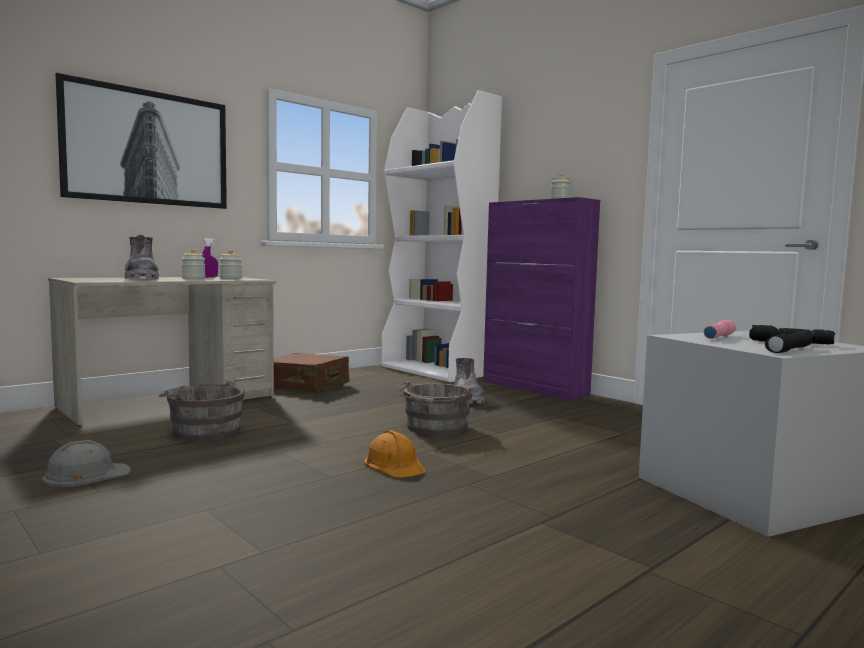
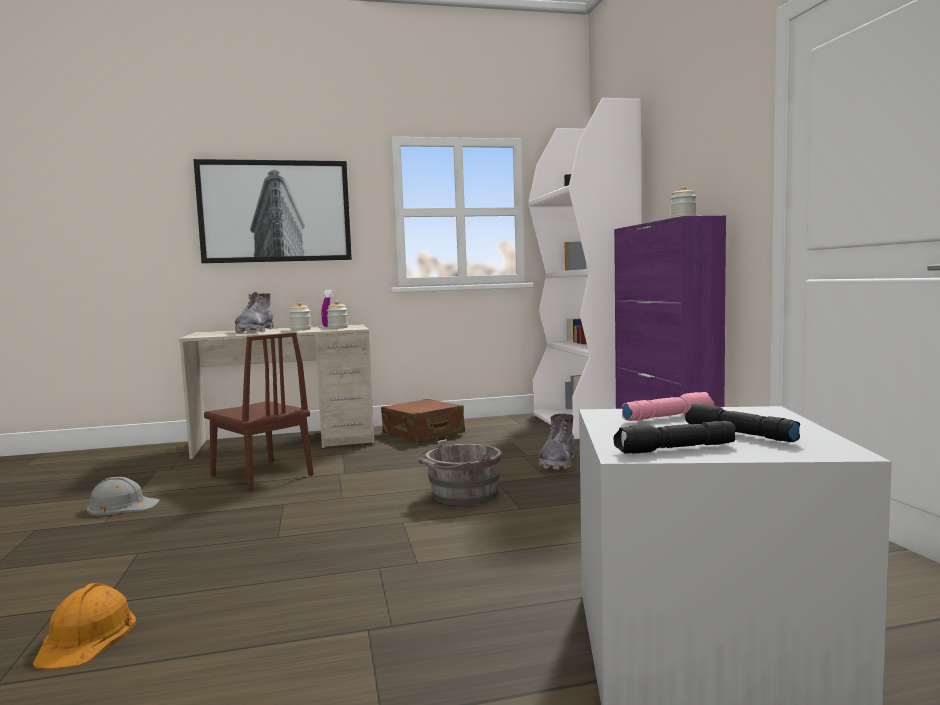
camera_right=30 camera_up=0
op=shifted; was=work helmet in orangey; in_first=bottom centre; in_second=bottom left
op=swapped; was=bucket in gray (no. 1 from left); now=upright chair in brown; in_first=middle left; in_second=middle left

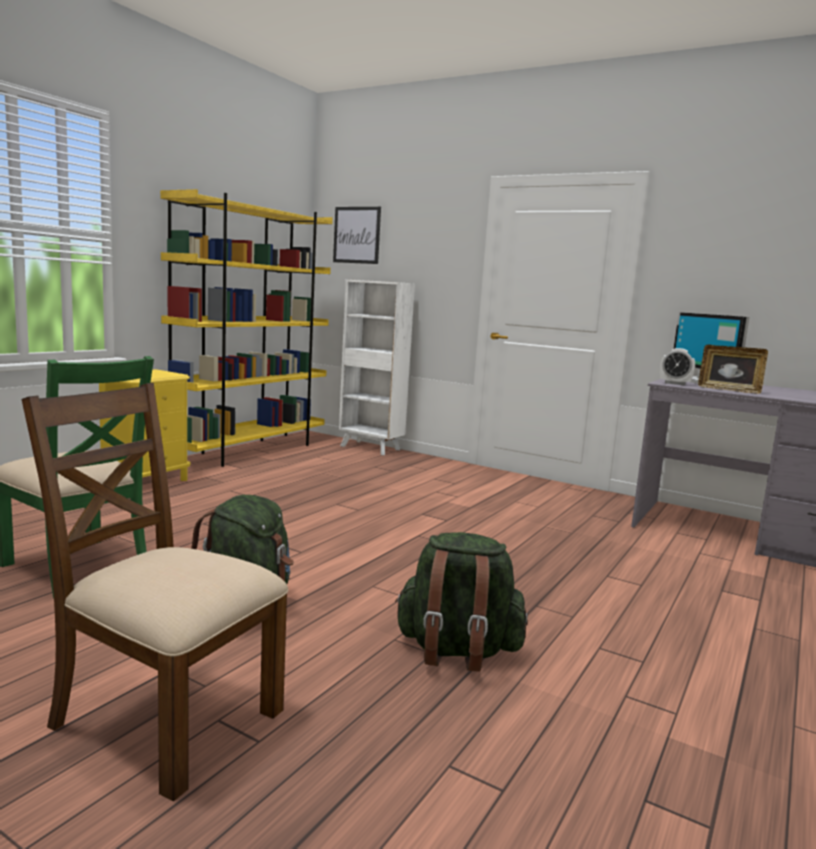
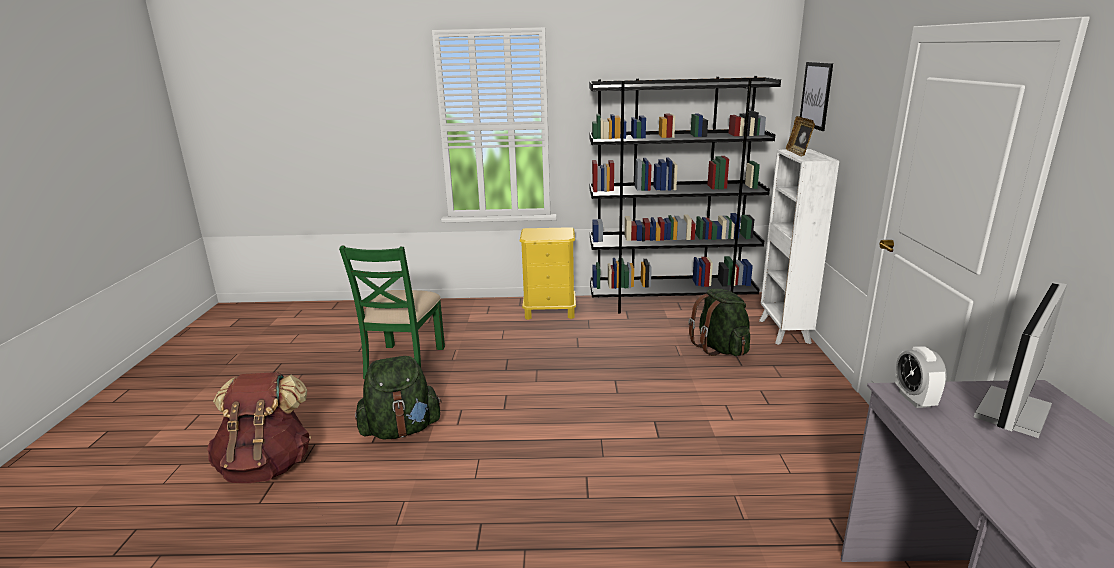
camera_right=60 camera_up=10
op=shifted; was=backpack in green-coloured (no. 2 from left); in_first=bottom centre; in_second=centre
op=shifted; was=photo frame; in_first=middle right; in_second=top right
op=swapped; was=upright chair in brown; now=backpack in brown; in_first=bottom left; in_second=bottom left
op=repainted; was=bookcase in yellowish; now=bookcase in black; in_first=middle left; in_second=centre

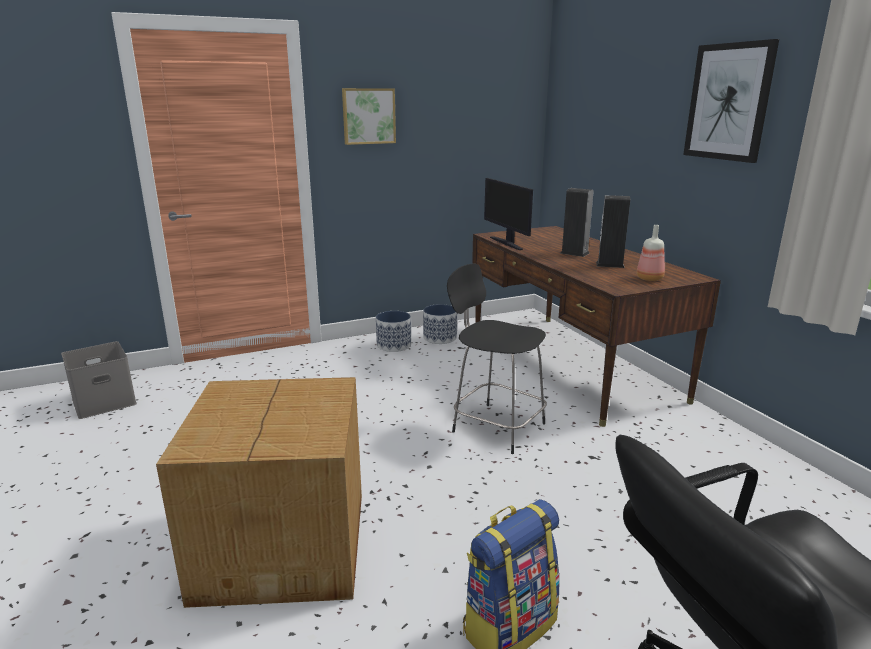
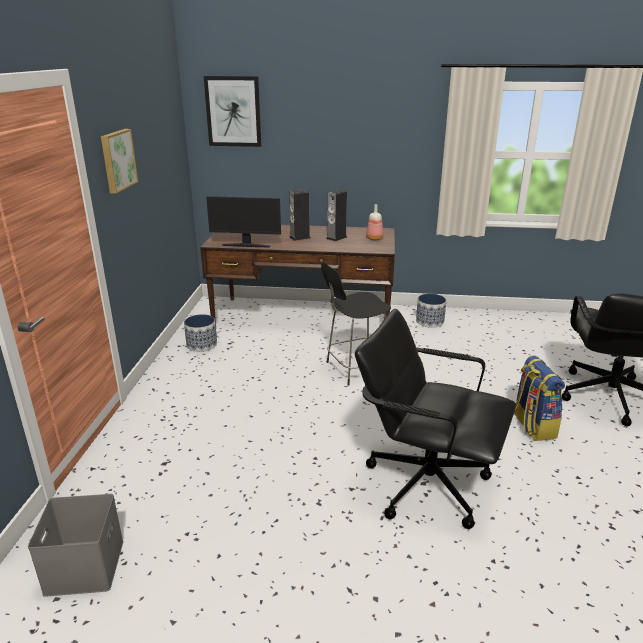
camera_right=-60 camera_up=5
op=shifted; was=planter (no. 1 from left in the first image); now=planter (no. 2 from left); in_first=centre; in_second=middle right
op=shifted; was=wall picture (no. 2 from left); in_first=top right; in_second=top centre
op=swapped; was=packing box; now=desk chair in black (no. 1 from left); in_first=bottom left; in_second=middle right

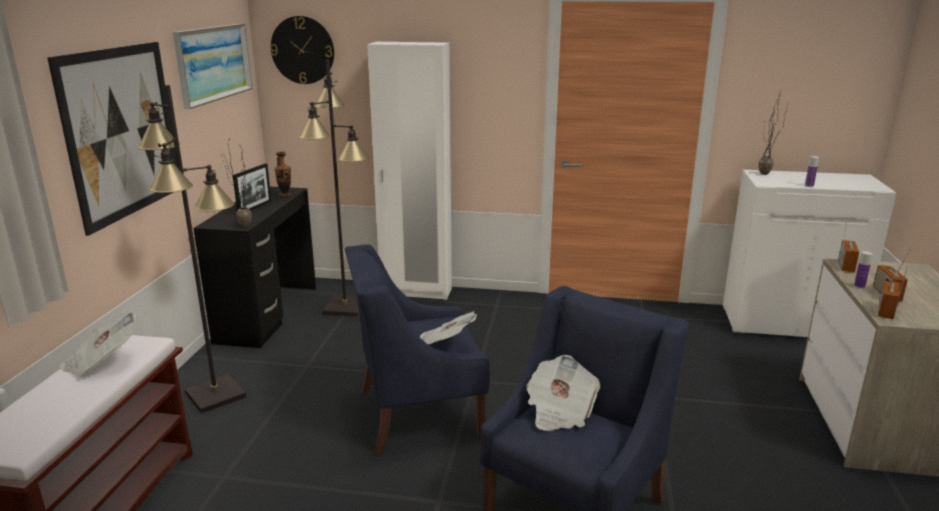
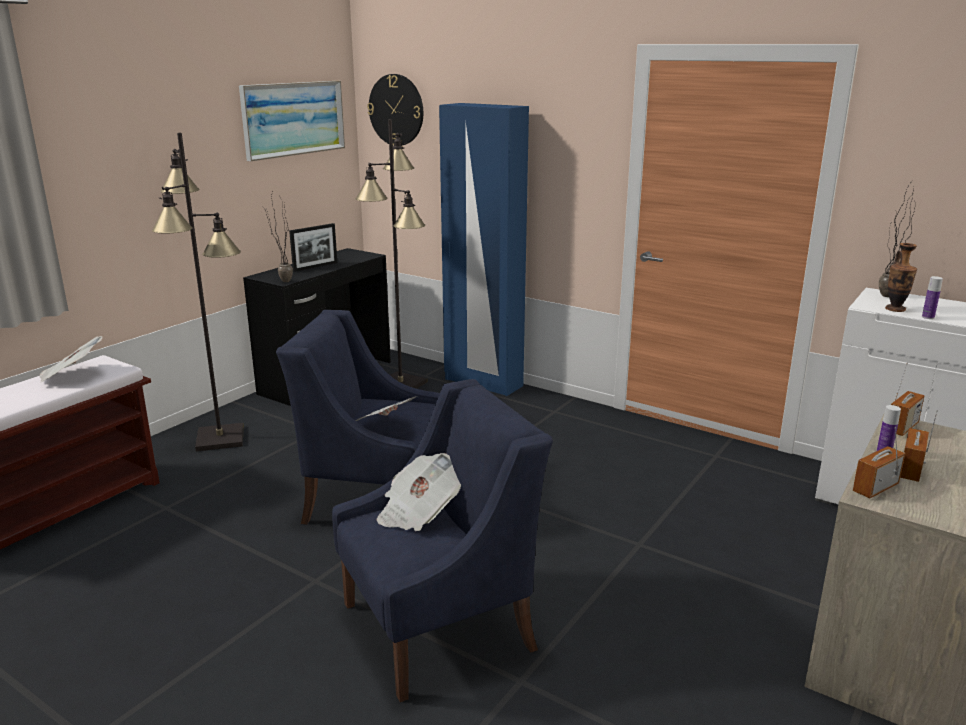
camera_right=25 camera_up=0
op=gone; was=wall picture (no. 1 from left); in_first=top left
op=shifted; was=decorative vase; in_first=middle left; in_second=middle right
op=repainted; was=wardrobe in white; now=wardrobe in blue; in_first=centre; in_second=centre

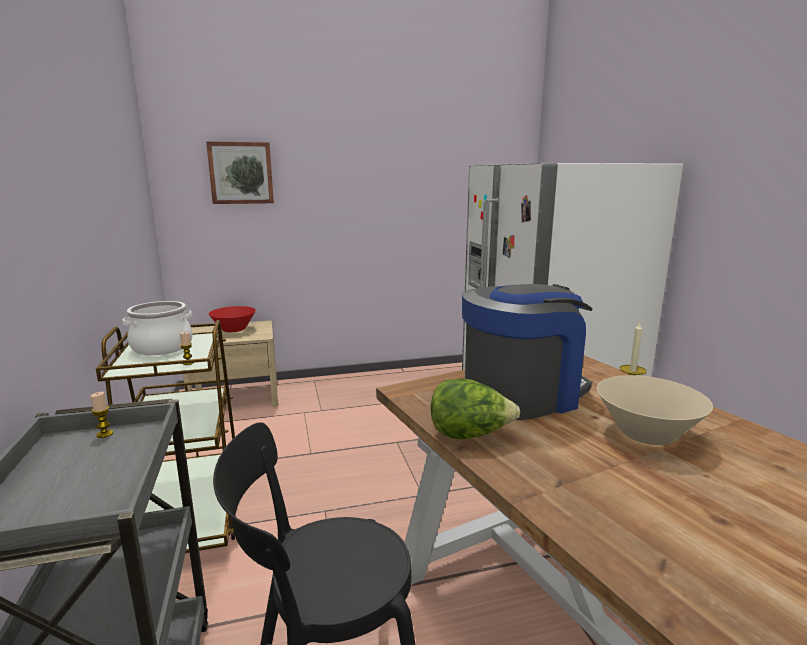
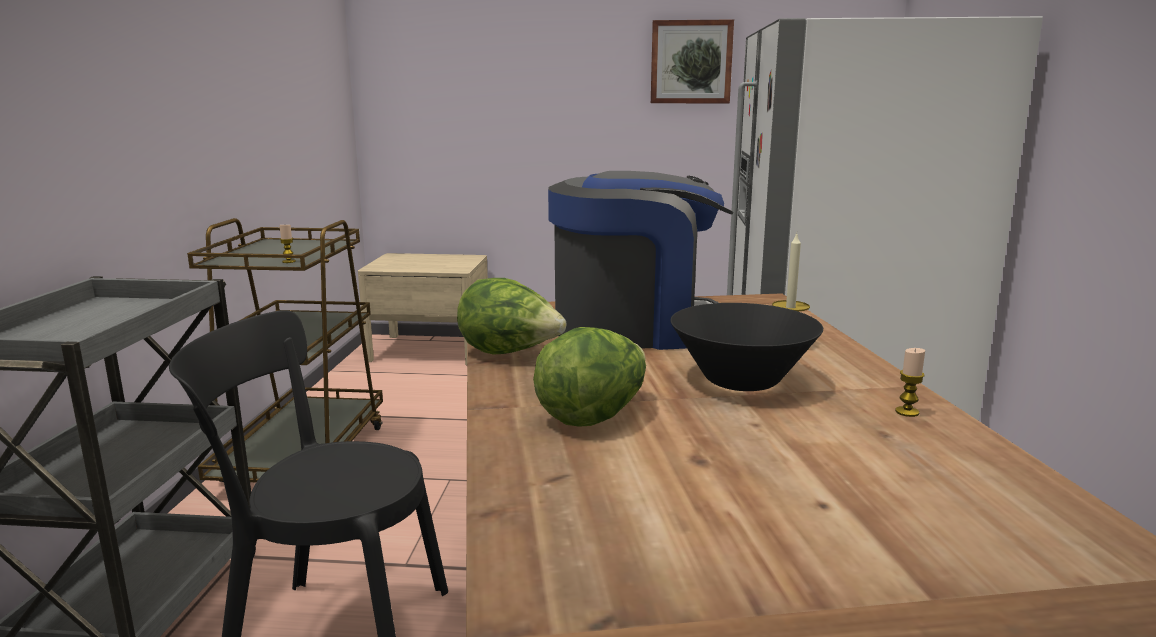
camera_right=20 camera_up=0
op=gone; was=saucepot; in_first=middle left
op=gone; was=serving bowl in red; in_first=middle left
op=new; now=head of lettuce (no. 2 from left); in_second=centre
op=shifted; was=wax candle (no. 1 from left in the first image); now=wax candle (no. 3 from left); in_first=middle left; in_second=middle right
op=shifted; was=wall picture; in_first=top left; in_second=top centre
op=repainted; was=serving bowl in sand-coloured; now=serving bowl in black; in_first=middle right; in_second=centre

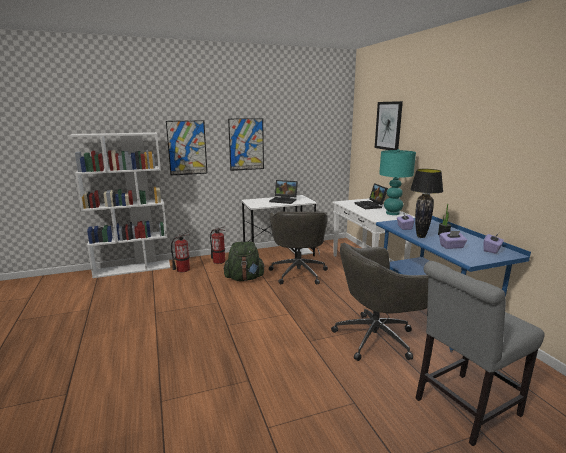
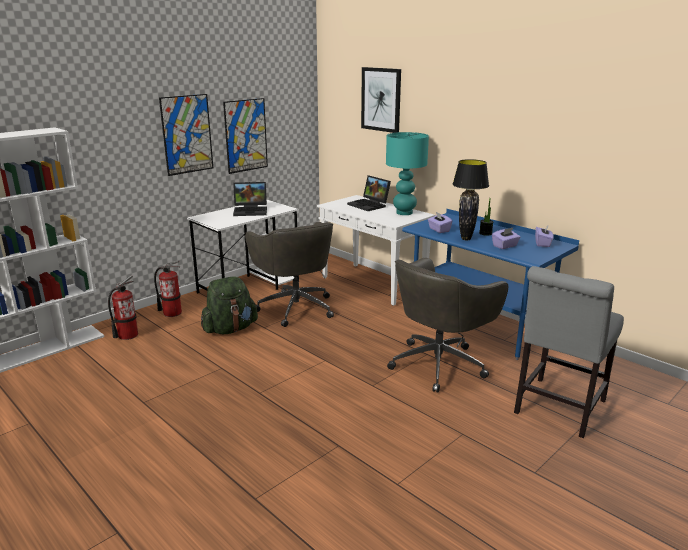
camera_right=-25 camera_up=5
op=shifted; was=wall picture (no. 1 from left in the first image); now=wall picture (no. 2 from left); in_first=top left; in_second=top centre

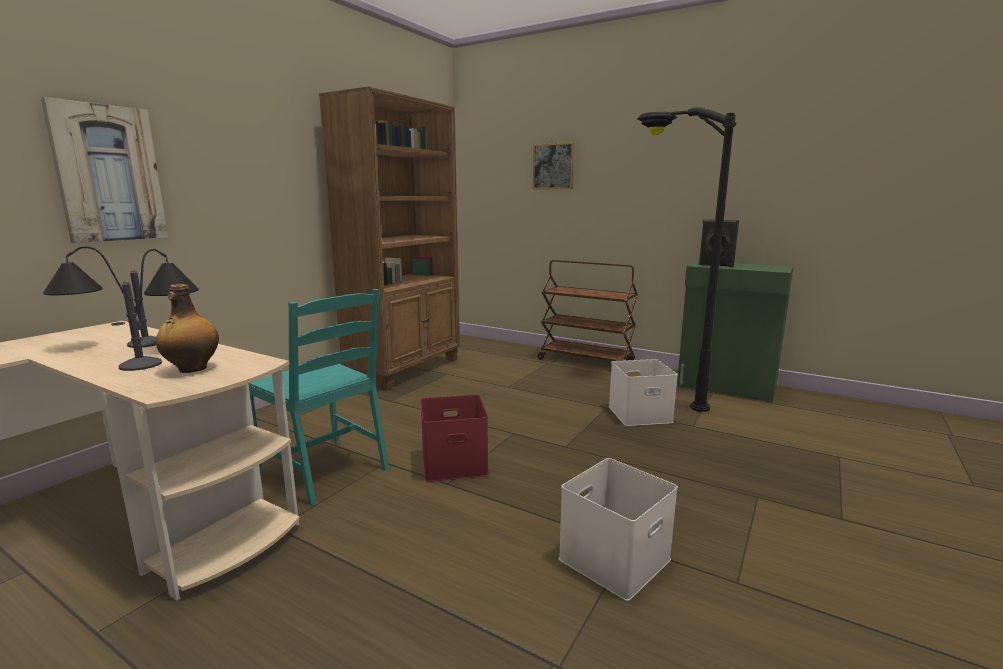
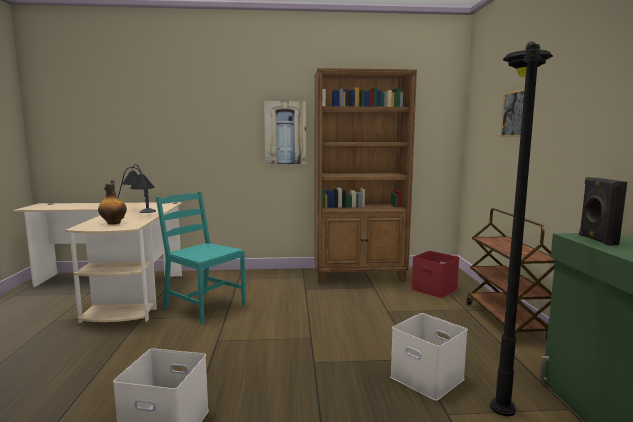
camera_right=55 camera_up=-5
op=shifted; was=wall picture (no. 1 from left); in_first=top left; in_second=top centre
op=shifted; was=storage bin in red; in_first=centre; in_second=middle right
op=rotated; was=upright chair in turquoise; in_first=middle left; in_second=middle left; clockwise=120

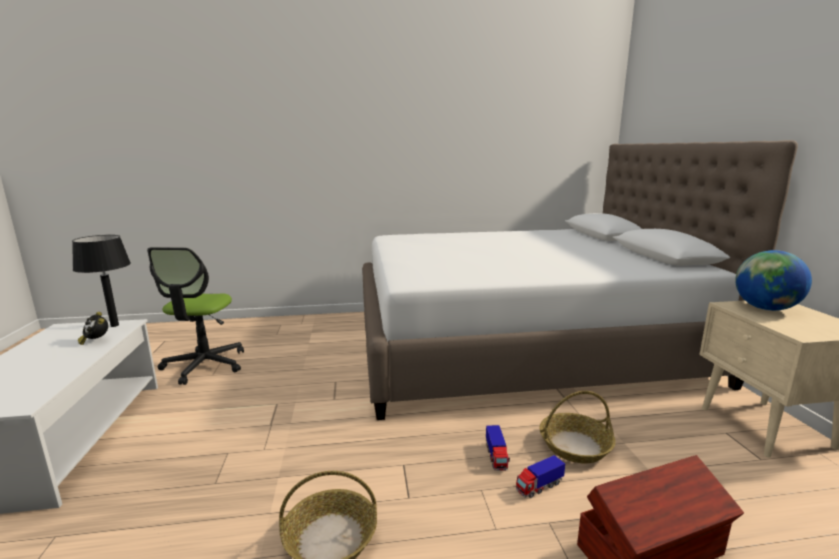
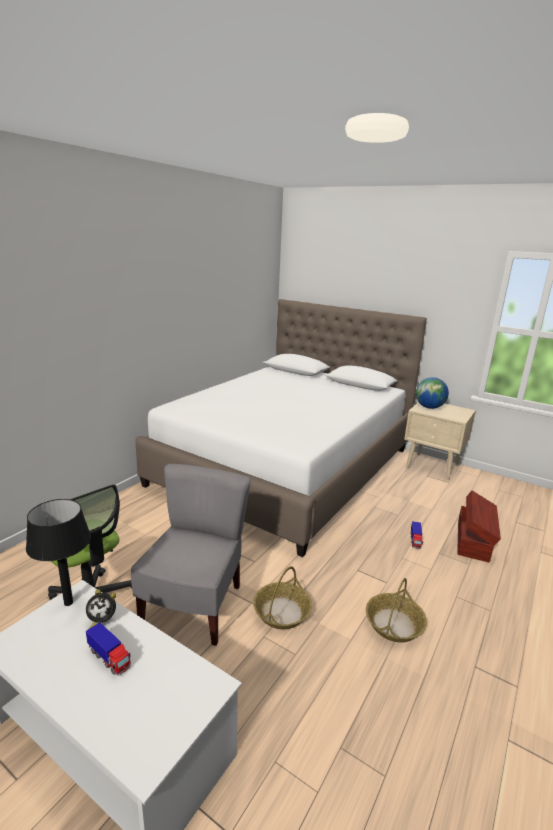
camera_right=-50 camera_up=5
op=new; now=upright chair in gray; in_second=bottom centre
op=shifted; was=toy lorry (no. 1 from left); in_first=bottom centre; in_second=bottom left
op=shifted; was=basket (no. 2 from left in the first image); now=basket (no. 1 from left); in_first=bottom right; in_second=bottom centre

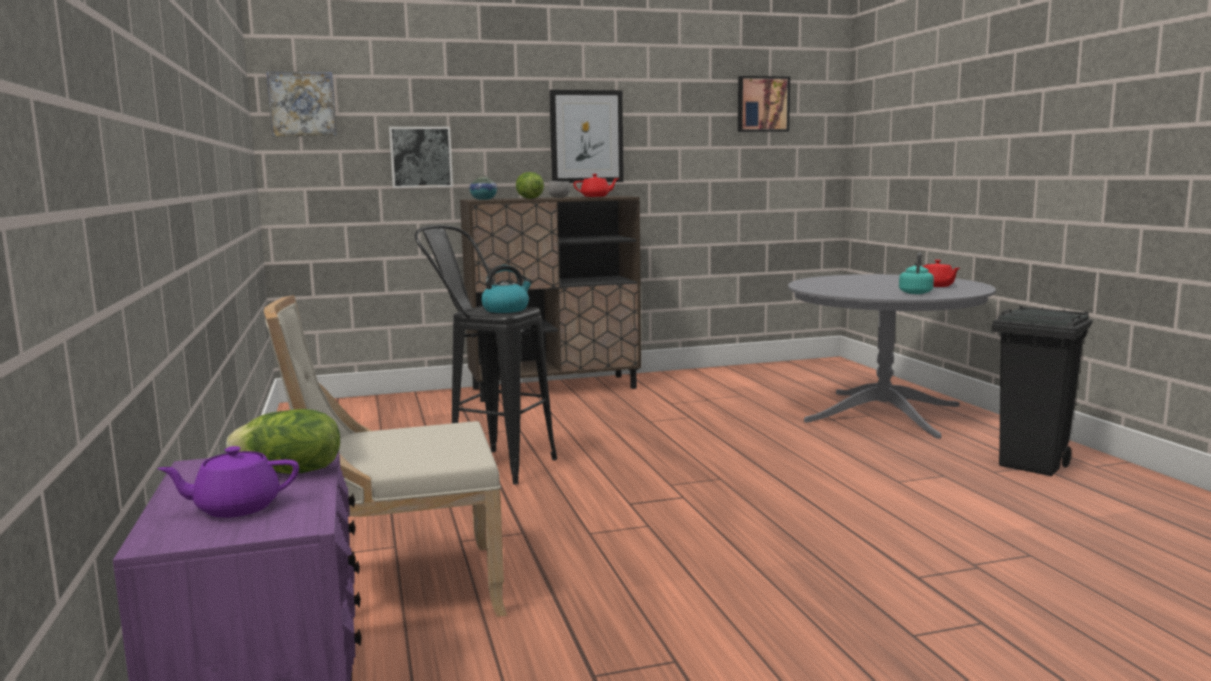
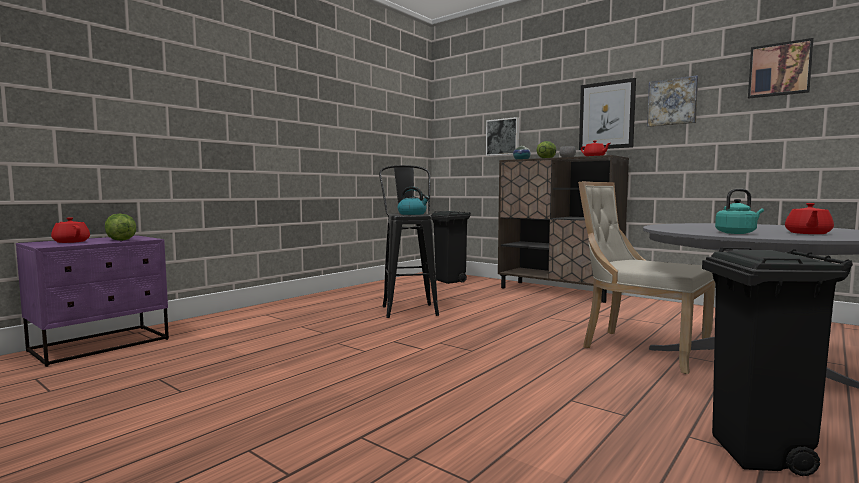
camera_right=55 camera_up=-5
op=new; now=rubbish bin in black (no. 1 from left); in_second=centre
op=shifted; was=upright chair in sand-coloured; in_first=bottom left; in_second=middle right
op=shifted; was=wall picture (no. 1 from left in the first image); now=wall picture (no. 3 from left); in_first=top left; in_second=top right
op=repainted; was=pot for tea in purple-coloured; now=pot for tea in red (no. 1 from left); in_first=bottom left; in_second=middle left

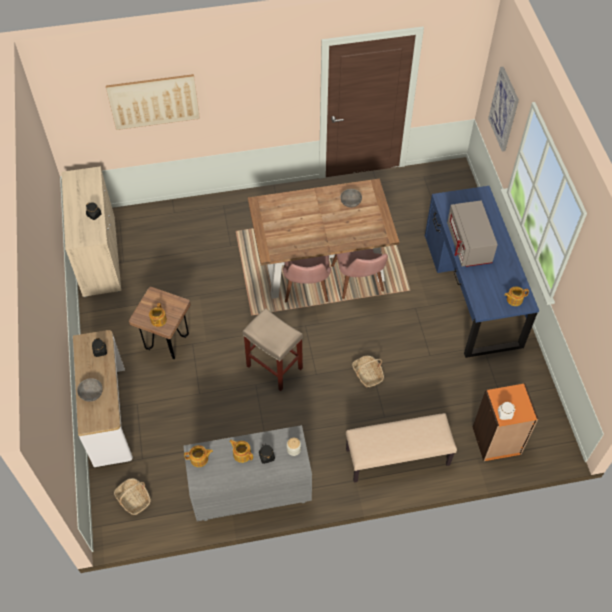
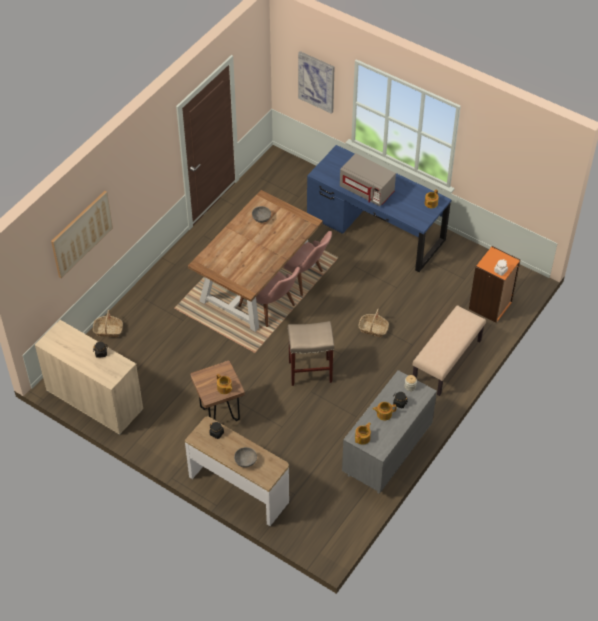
camera_right=-45 camera_up=-5
op=shifted; was=basket (no. 1 from left); in_first=bottom left; in_second=middle left

